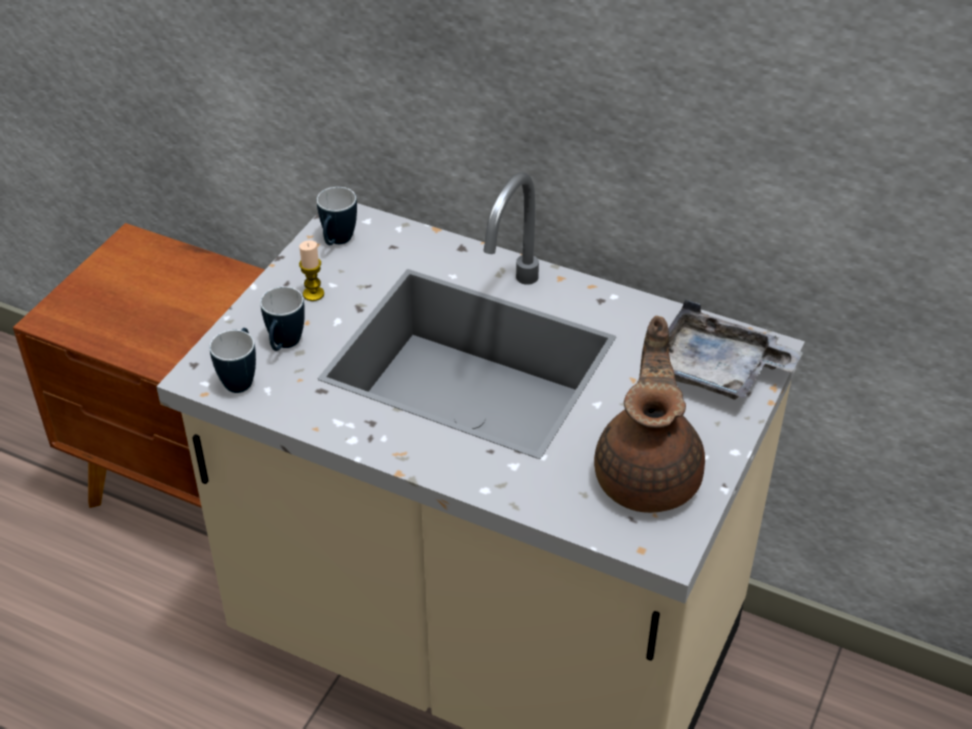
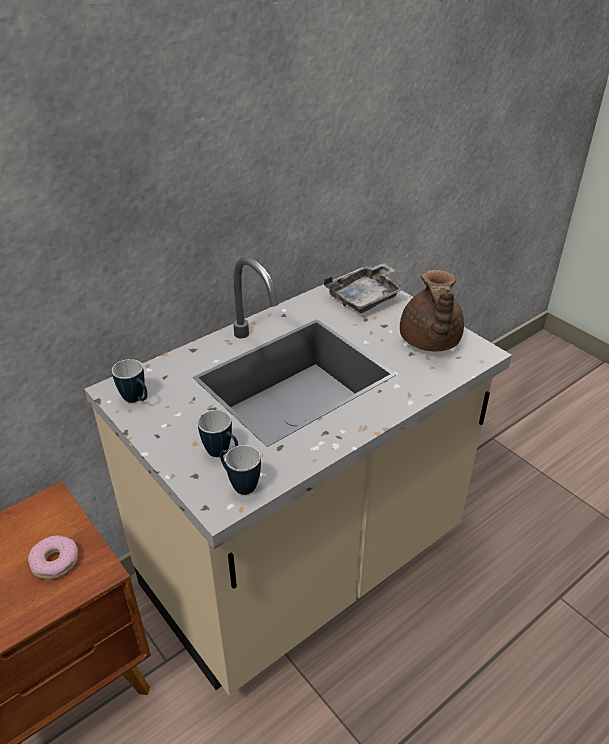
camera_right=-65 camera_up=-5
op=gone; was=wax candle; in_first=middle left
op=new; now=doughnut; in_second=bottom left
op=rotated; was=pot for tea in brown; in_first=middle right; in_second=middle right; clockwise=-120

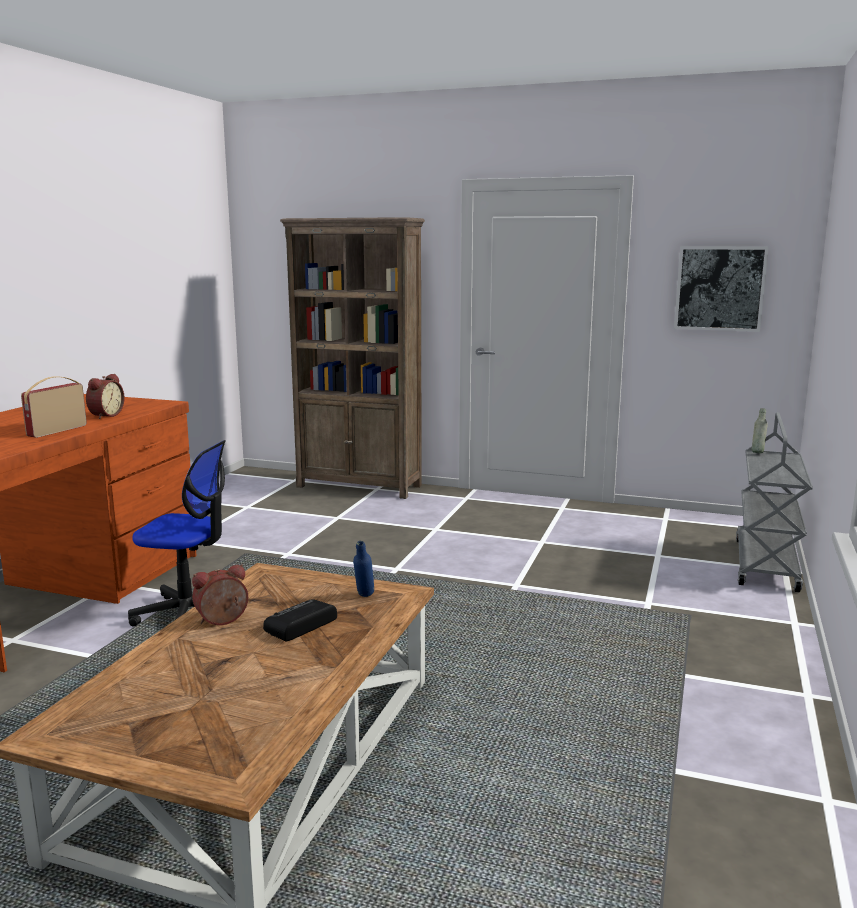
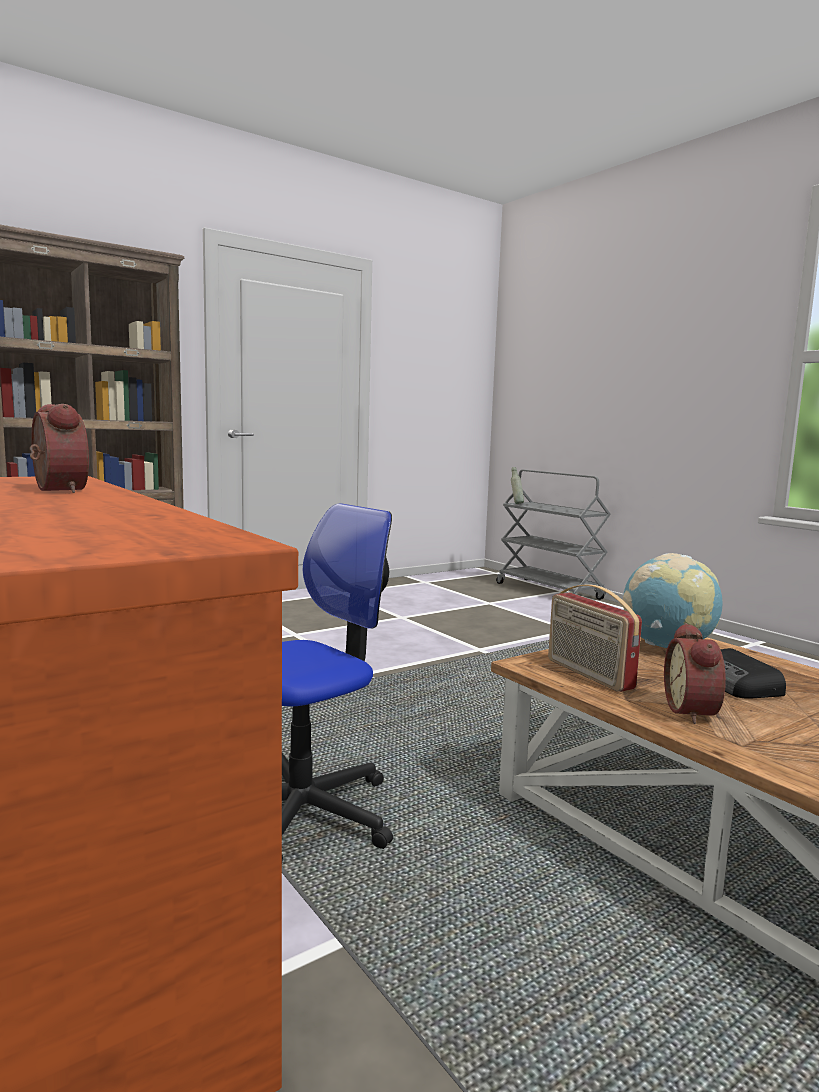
camera_right=-55 camera_up=-5
op=gone; was=wall picture; in_first=top right
op=shifted; was=radio set (no. 1 from left); in_first=middle left; in_second=middle right
op=swapped; was=drink bottle in blue; now=world globe; in_first=centre; in_second=middle right

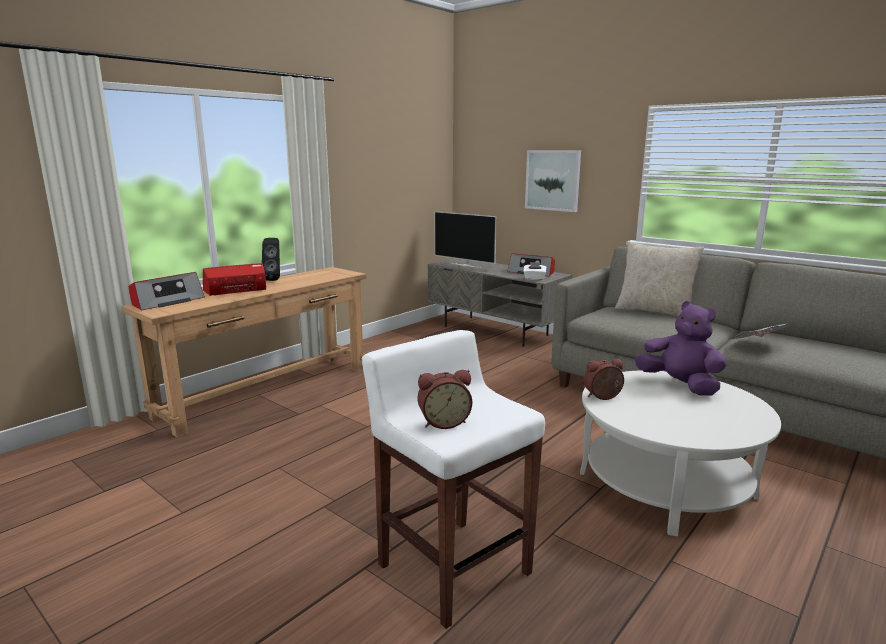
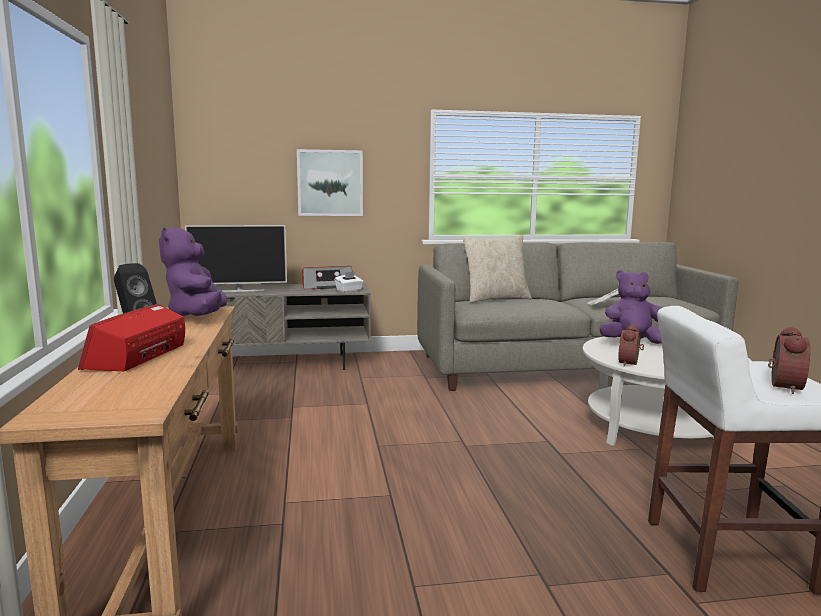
camera_right=-50 camera_up=-5
op=gone; was=radio set (no. 1 from left); in_first=middle left
op=new; now=soft toy in purple-coloured (no. 1 from left); in_second=middle left

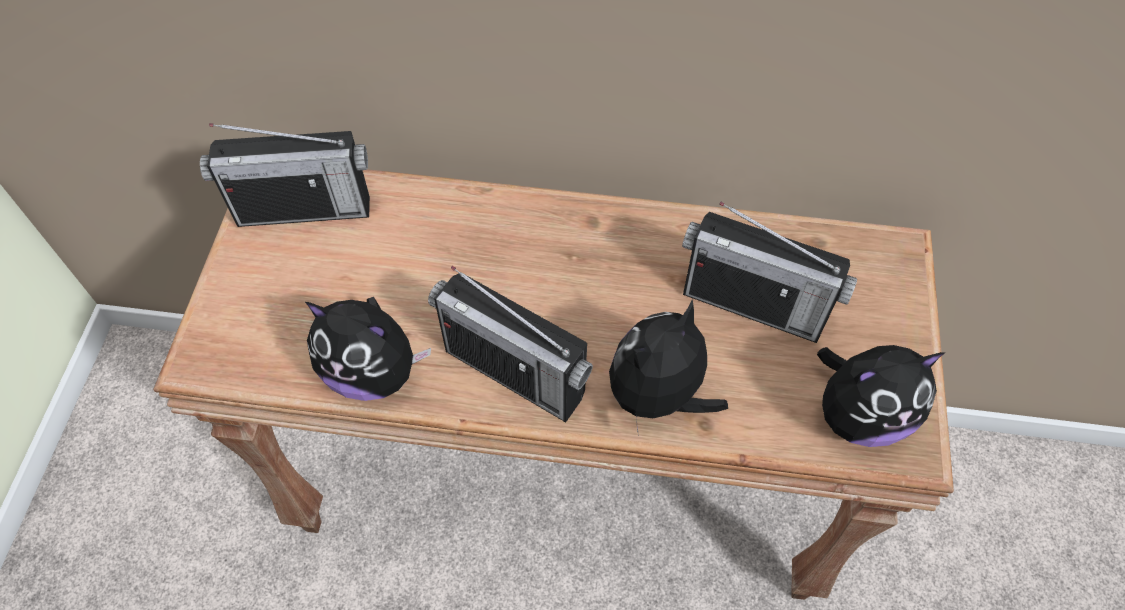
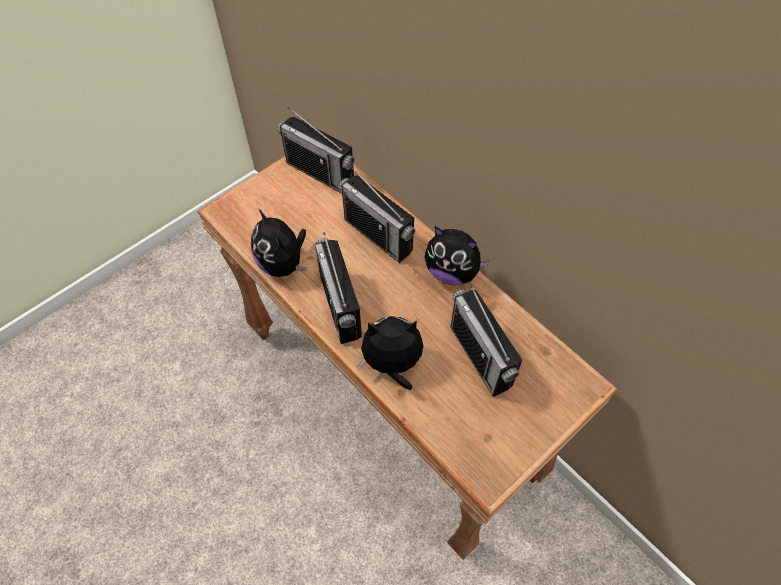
camera_right=40 camera_up=0
op=new; now=radio set (no. 3 from left); in_second=centre
op=shifted; was=soft toy (no. 3 from left); in_first=middle right; in_second=centre

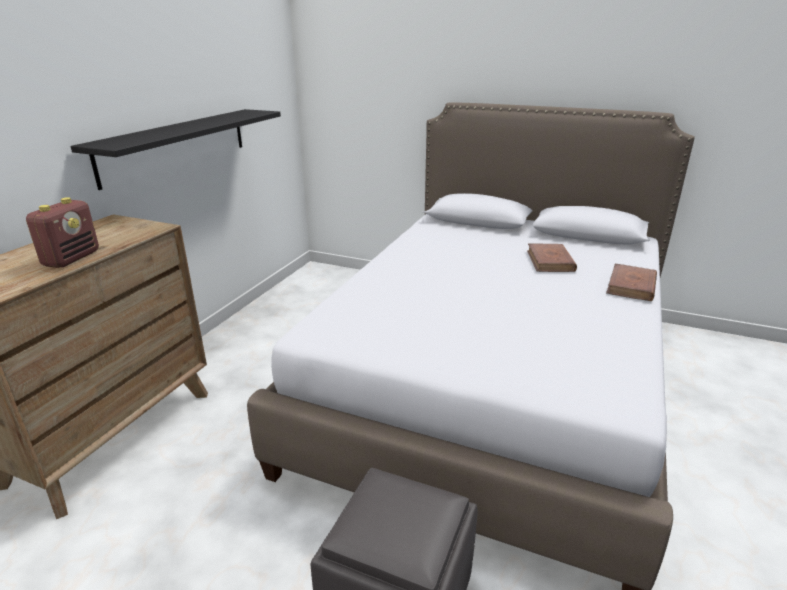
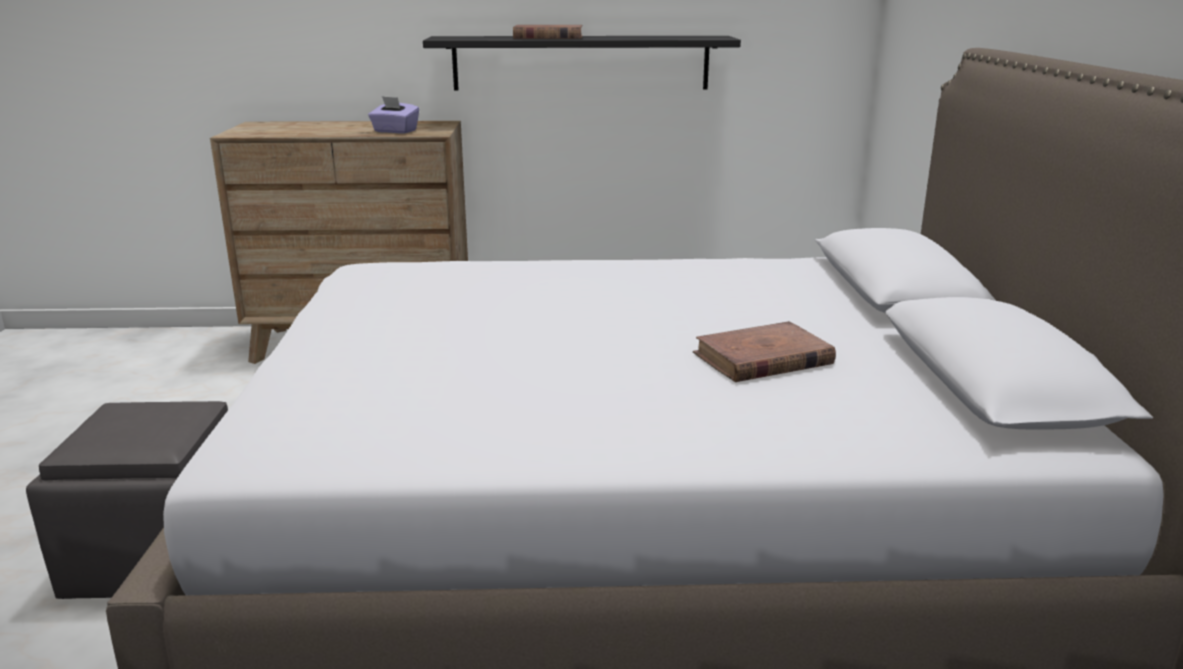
camera_right=65 camera_up=-5
op=gone; was=radio set; in_first=middle left
op=new; now=tissue box in purple-coloured; in_second=top left
op=shifted; was=bound book in brown (no. 2 from left in the first image); now=bound book in brown (no. 1 from left); in_first=middle right; in_second=top centre

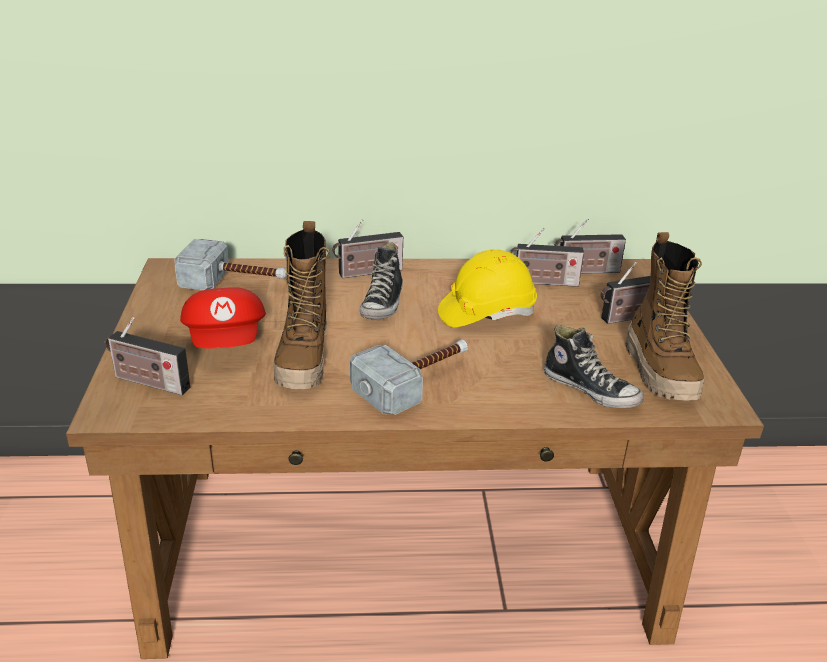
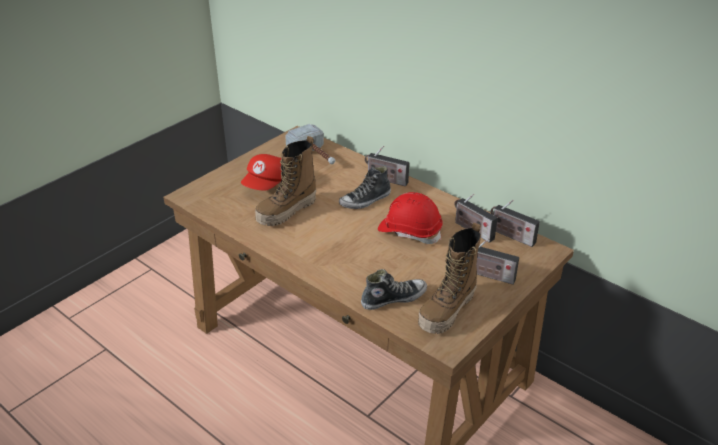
camera_right=45 camera_up=5
op=gone; was=radio set (no. 1 from left); in_first=middle left
op=gone; was=hammer (no. 2 from left); in_first=centre
op=repainted; was=work helmet in yellowish; now=work helmet in red; in_first=centre; in_second=centre
op=rotated; was=low shoe (no. 2 from left); in_first=middle right; in_second=centre; clockwise=-105

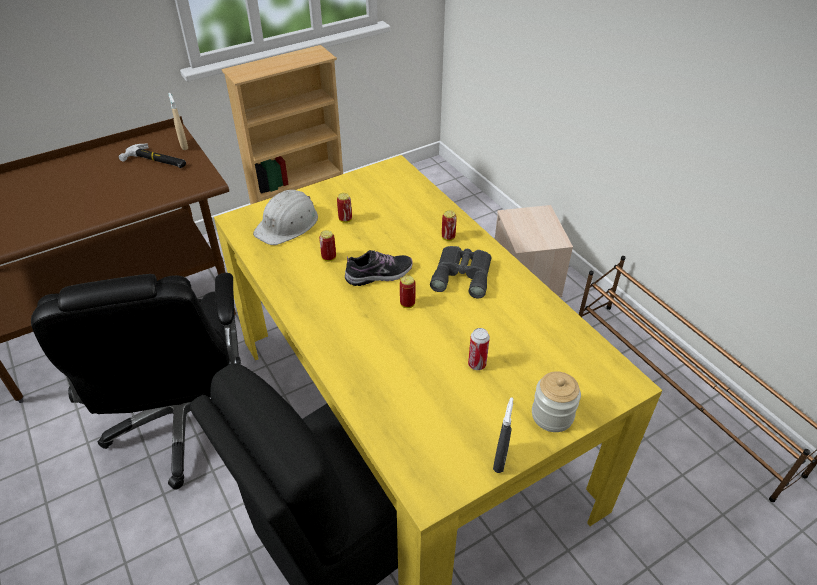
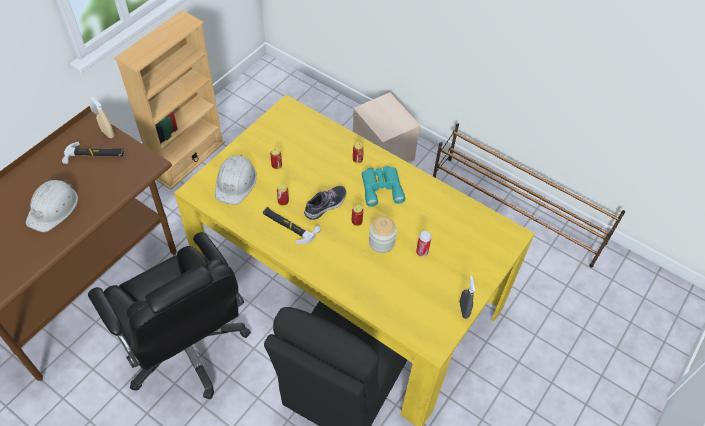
camera_right=-25 camera_up=10
op=new; now=work helmet in white (no. 1 from left); in_second=middle left
op=new; now=hammer (no. 2 from left); in_second=centre
op=shifted; was=preserve jar; in_first=bottom right; in_second=centre
op=repainted; was=pair of binoculars in gray; now=pair of binoculars in turquoise; in_first=centre; in_second=centre

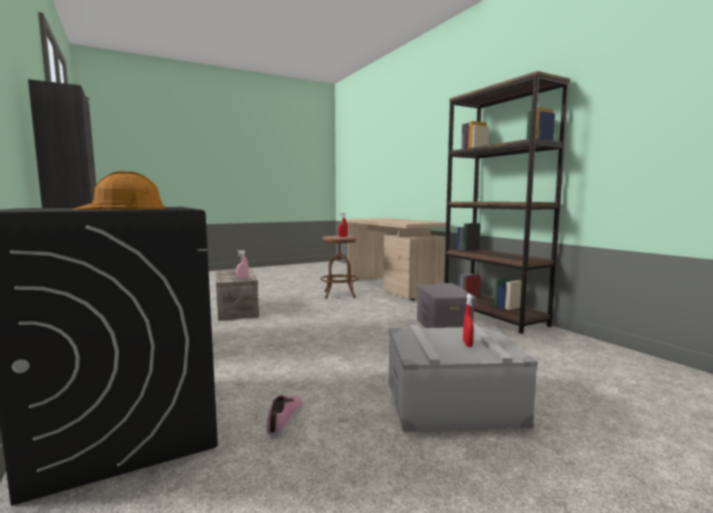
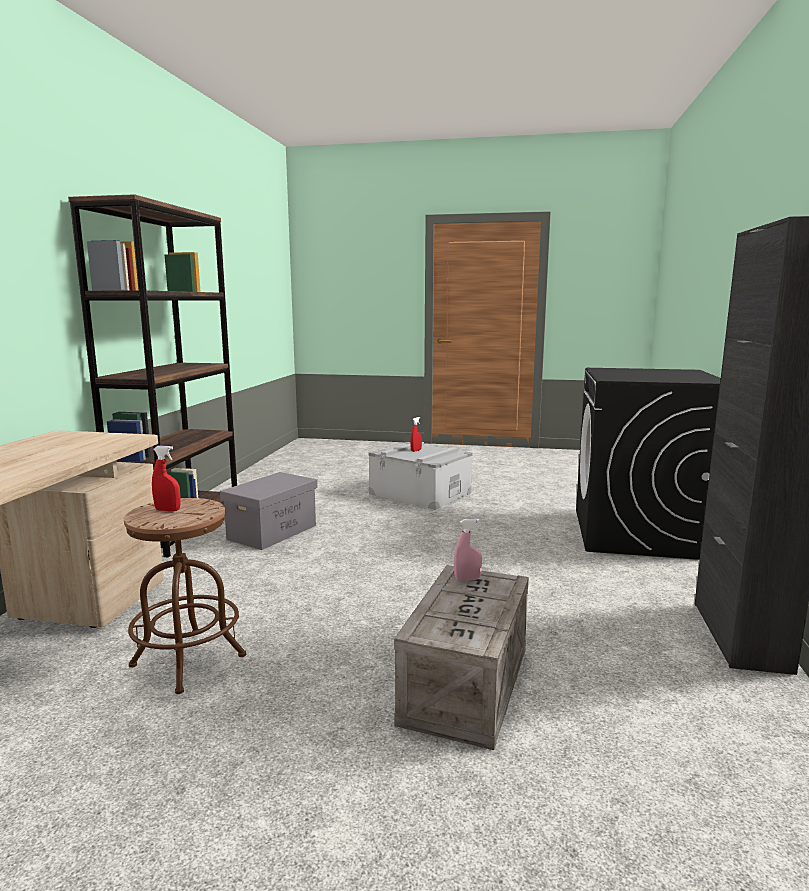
camera_right=-140 camera_up=5
op=gone; was=work helmet in orangey; in_first=middle left
op=gone; was=low shoe; in_first=bottom centre

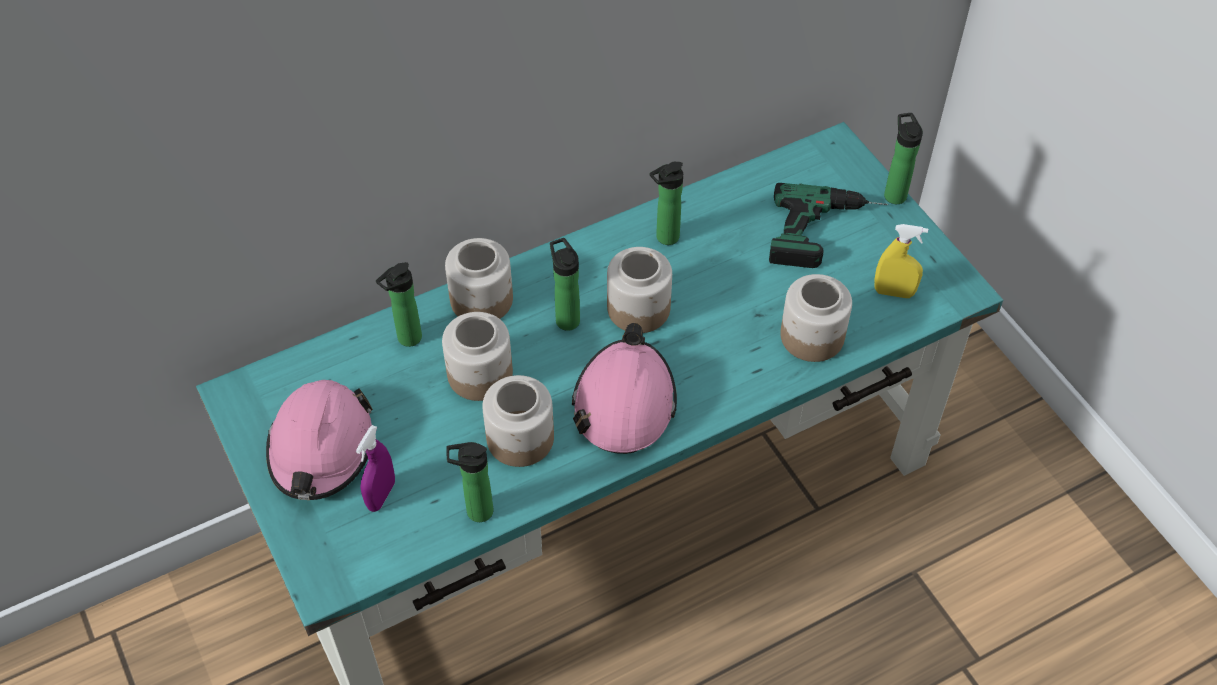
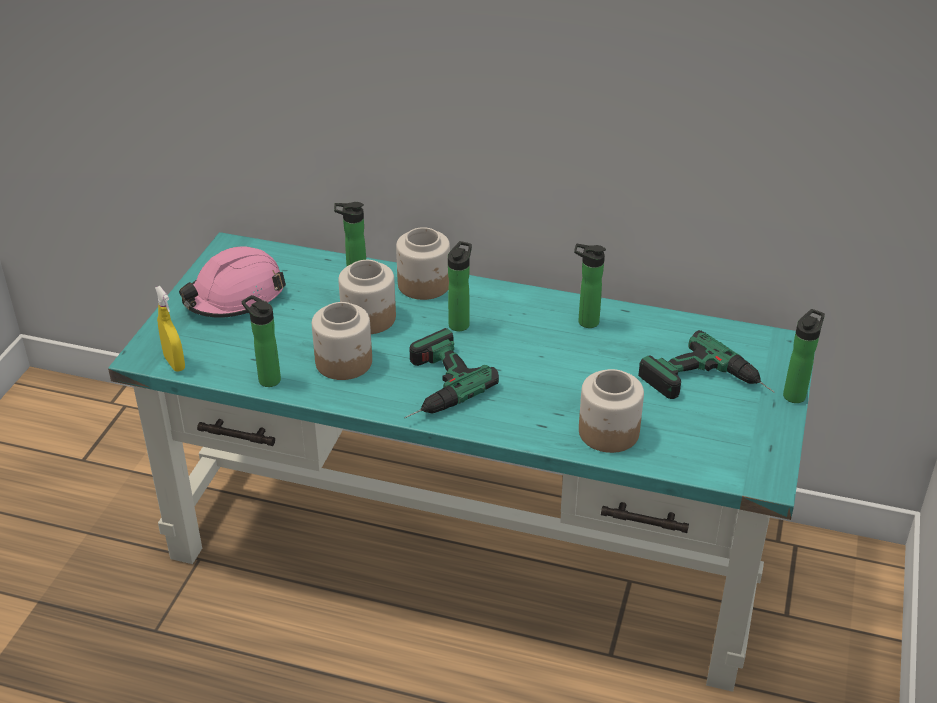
camera_right=45 camera_up=-15
op=gone; was=spray bottle in purple-coloured; in_first=bottom left
op=gone; was=preserve jar (no. 4 from left); in_first=centre
op=shifted; was=spray bottle in yellowish; in_first=middle right; in_second=middle left
op=swapped; was=work helmet in pink-coloured (no. 2 from left); now=drill (no. 1 from left); in_first=centre; in_second=centre

